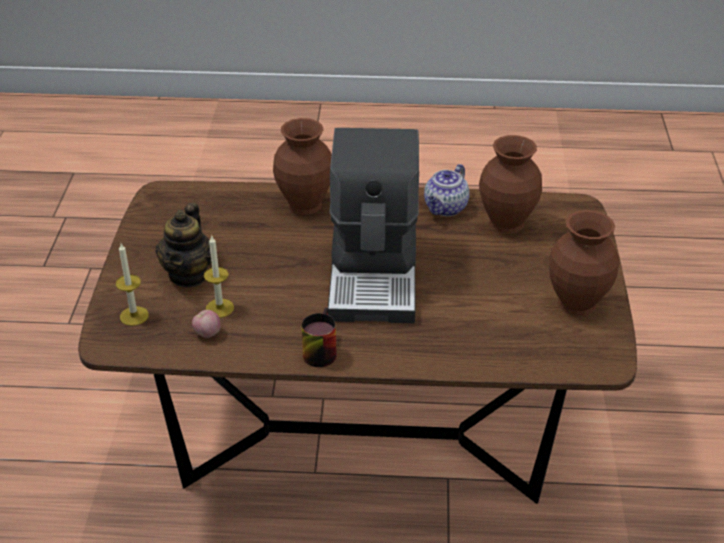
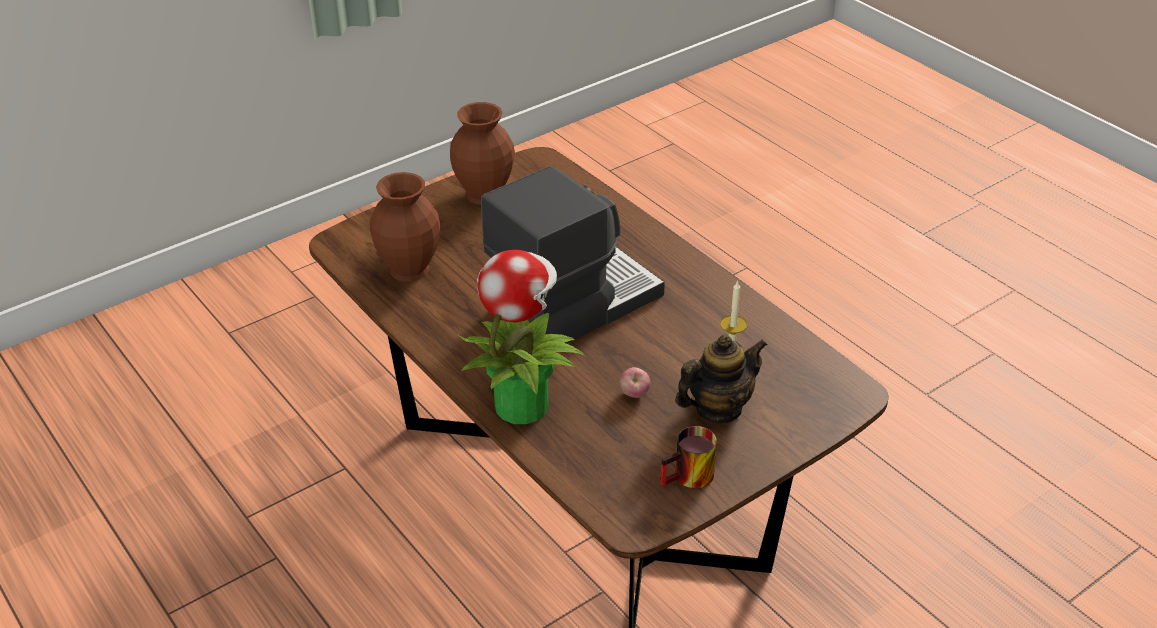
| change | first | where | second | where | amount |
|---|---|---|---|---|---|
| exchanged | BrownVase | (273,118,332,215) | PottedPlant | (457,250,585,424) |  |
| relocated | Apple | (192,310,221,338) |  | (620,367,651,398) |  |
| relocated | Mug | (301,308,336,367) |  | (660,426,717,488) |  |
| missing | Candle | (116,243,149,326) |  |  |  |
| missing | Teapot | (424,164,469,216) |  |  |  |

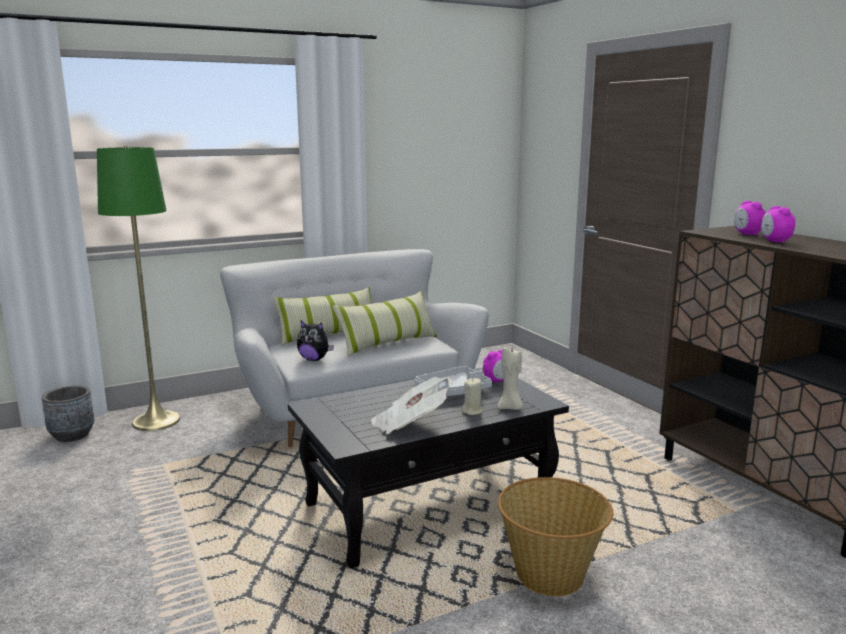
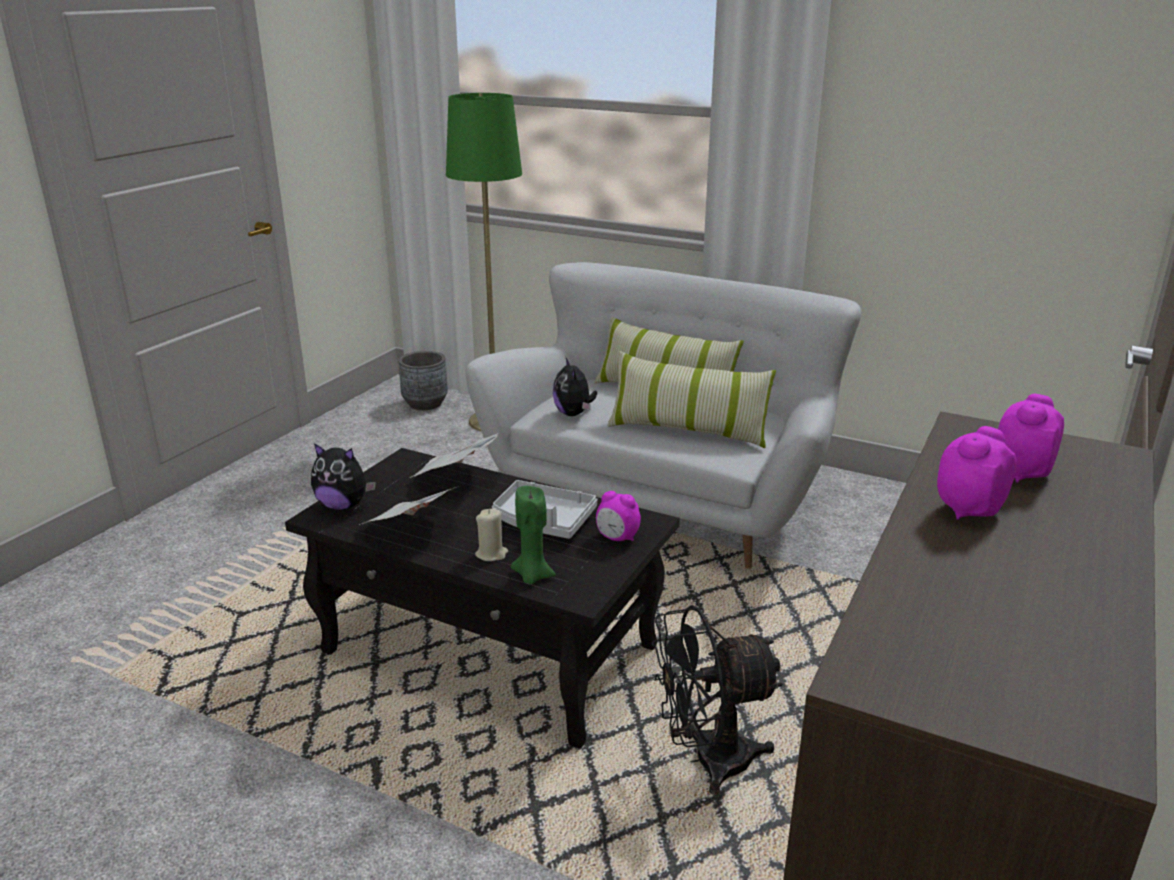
| change | first | where | second | where | amount |
|---|---|---|---|---|---|
| appeared |  |  | PlushToy | (311,443,376,510) |  |
| appeared |  |  | Newspaper | (410,433,498,478) |  |
| colour | BeigeCandle | (497,346,523,410) | GreenCandle | (511,486,556,584) |  |
| appeared |  |  | BlackFan | (652,605,783,795) |  |
| missing | Basket | (498,477,613,596) |  |  |  |

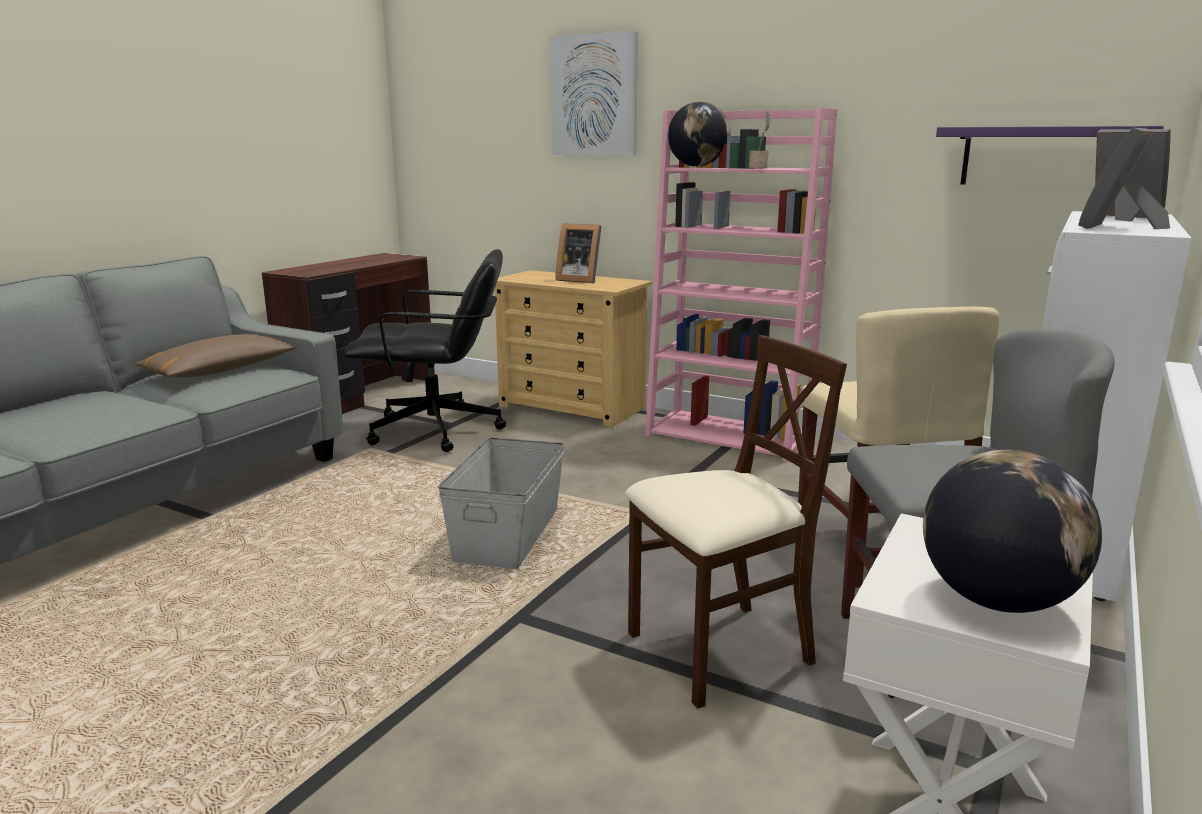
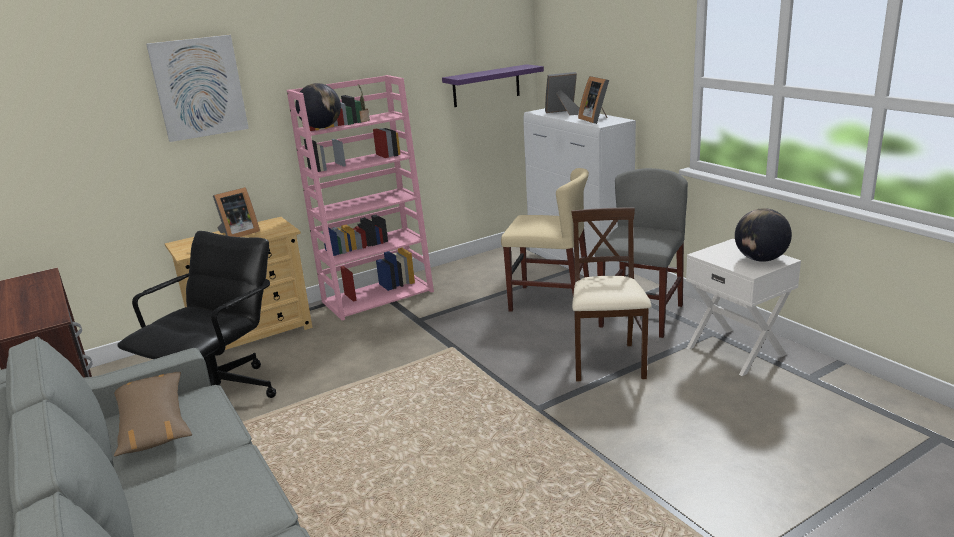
| change | first | where | second | where | amount |
|---|---|---|---|---|---|
| missing | GreyStorageBox | (438,437,565,569) |  |  |  |

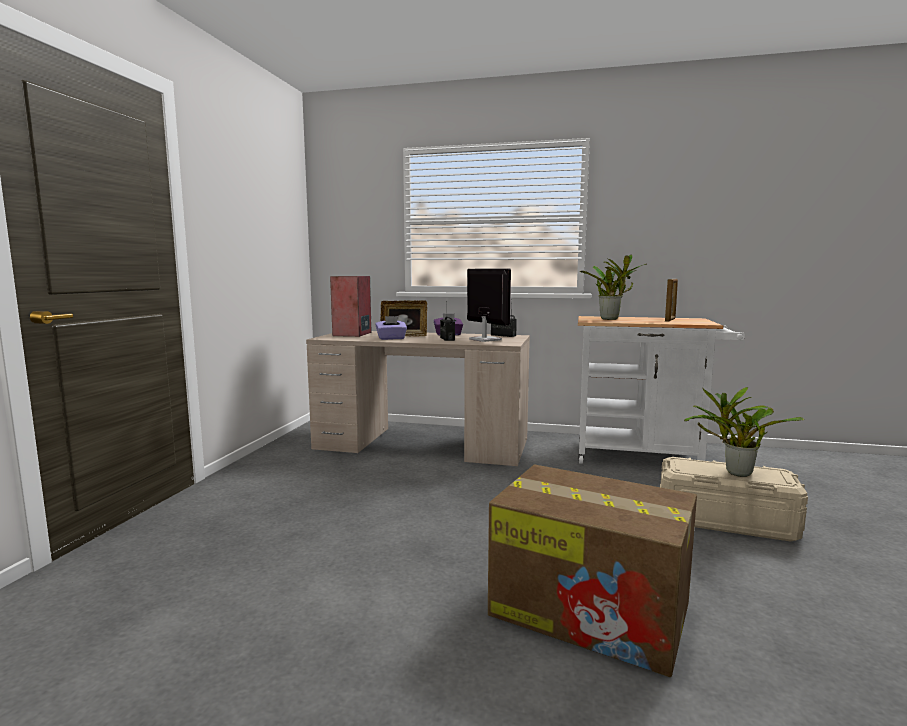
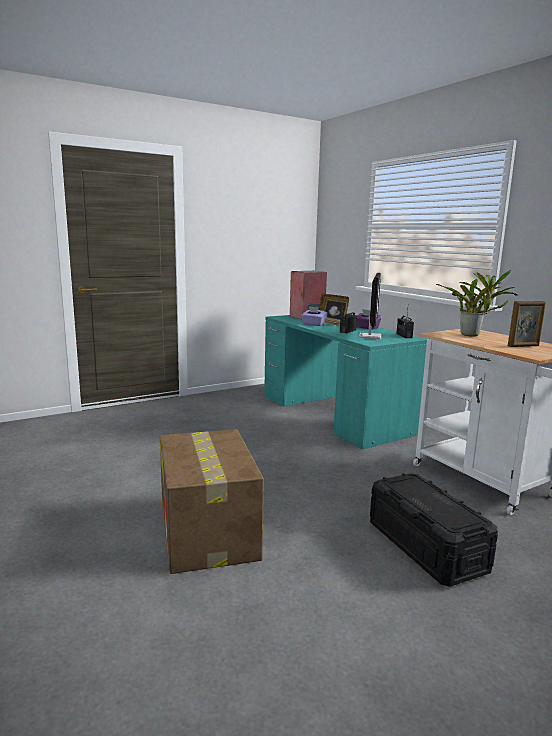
| change | first | where | second | where | amount |
|---|---|---|---|---|---|
| colour | BeigeDesk | (306,331,530,466) | TurquoiseDesk | (264,315,427,449) |  |
| colour | BeigeStorageBox | (660,457,808,542) | BlackStorageBox | (370,473,498,587) |  |
| missing | PottedPlant | (684,387,804,477) |  |  |  |

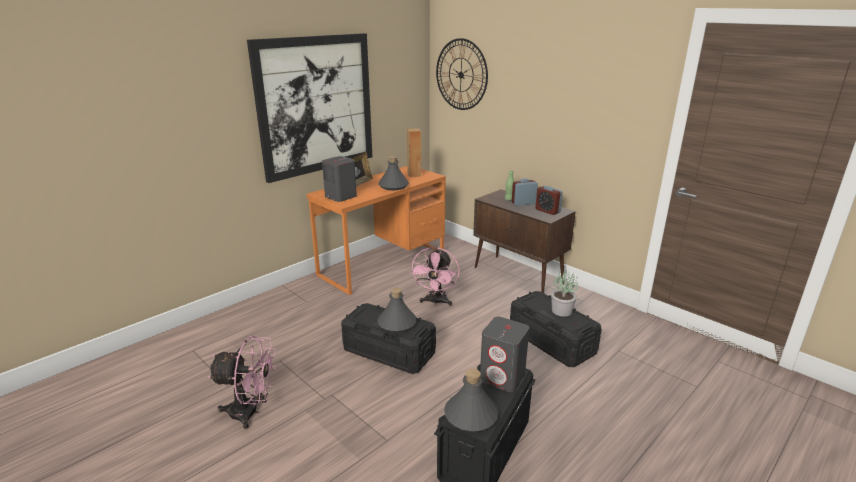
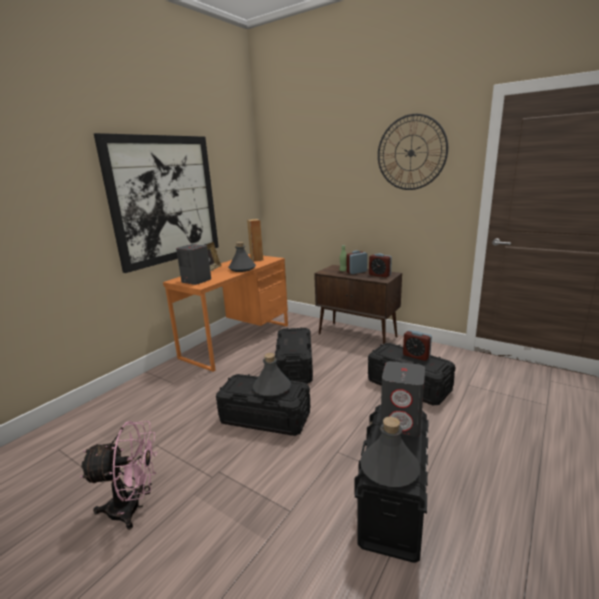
| change | first | where | second | where | amount |
|---|---|---|---|---|---|
| exchanged | PinkFan | (410,247,460,306) | BlackStorageBox | (275,327,313,384) |  |
| relocated | WallClock | (436,38,488,110) |  | (378,114,448,190) |  |
| exchanged | PottedPlant | (551,270,578,317) | AlarmClock | (403,330,432,361) |  |

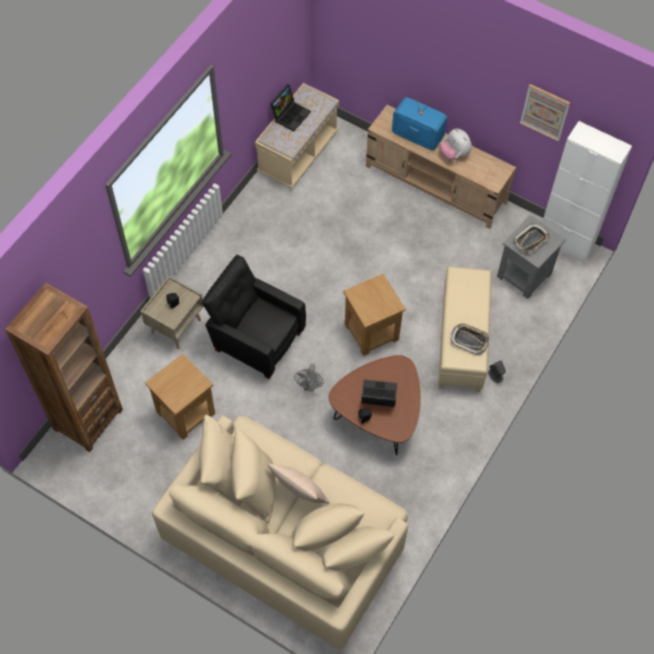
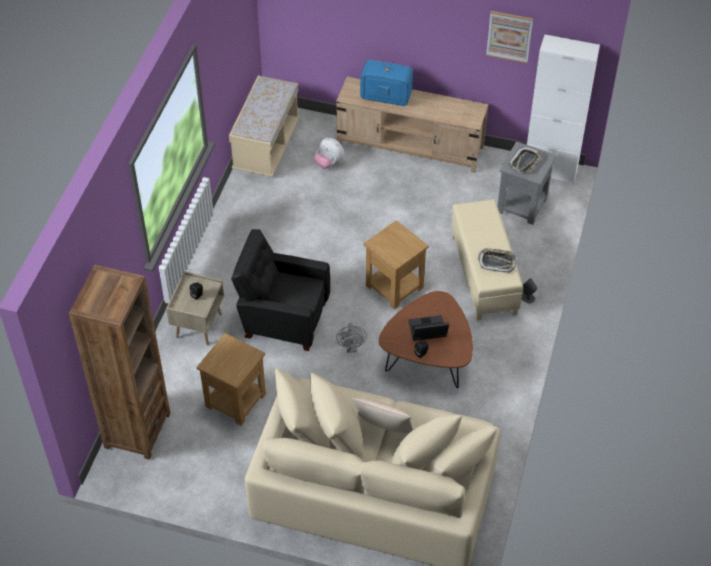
| change | first | where | second | where | amount |
|---|---|---|---|---|---|
| relocated | PlushToy | (439,129,472,160) |  | (314,138,345,169) |  |
| missing | Laptop | (270,84,311,132) |  |  |  |

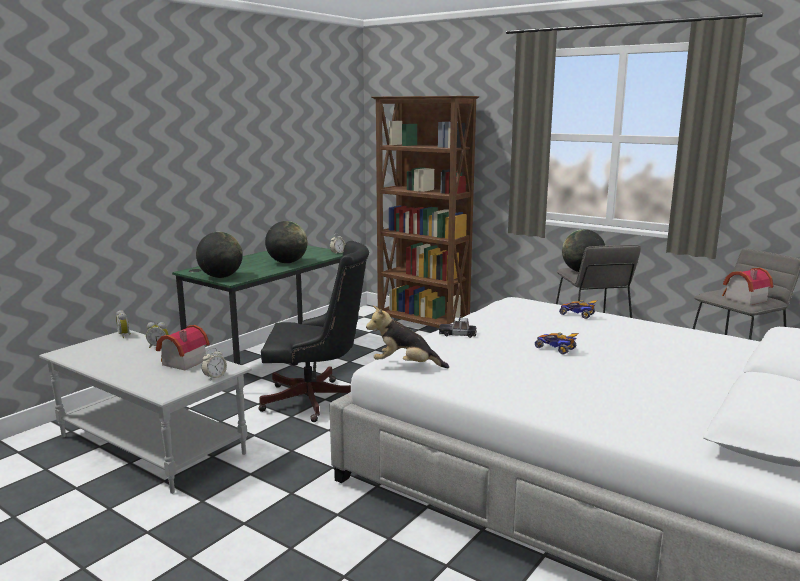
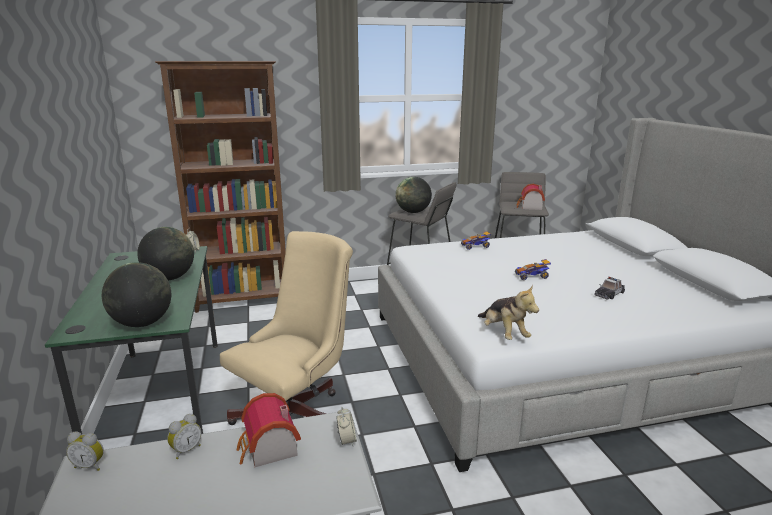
| change | first | where | second | where | amount |
|---|---|---|---|---|---|
| colour | BlackOfficeChair | (258,241,369,422) | BeigeOfficeChair | (220,231,353,425) |  |
| spun | PlushToy | (366,306,449,368) |  | (478,285,539,340) | 75 degrees counterclockwise |
| relocated | ToyCar | (439,316,477,338) |  | (594,277,625,300) |  |

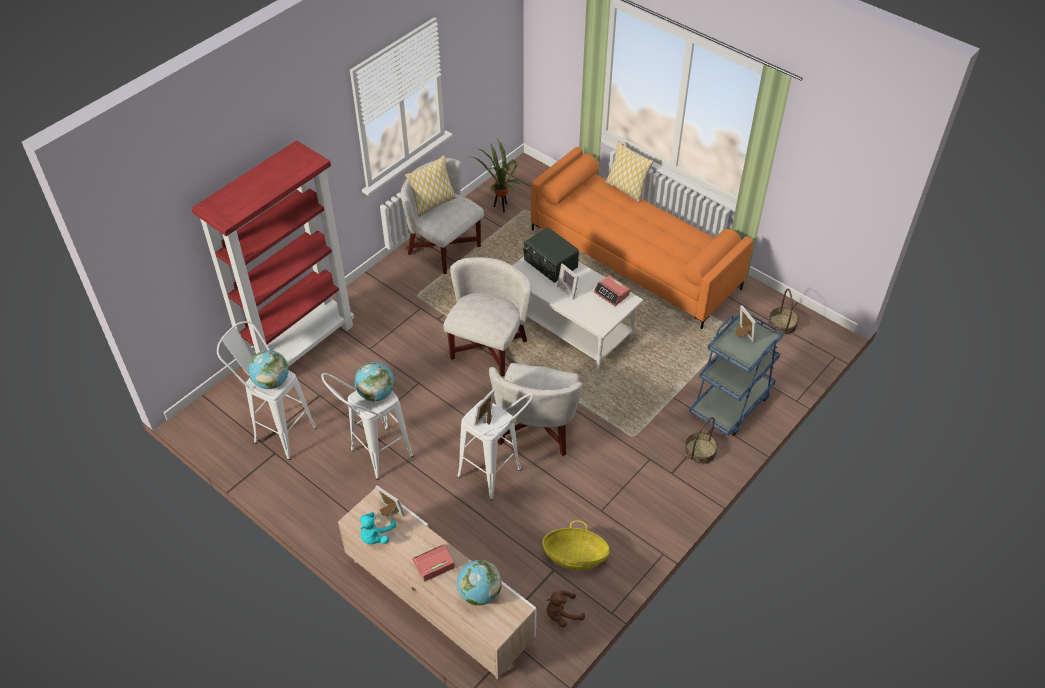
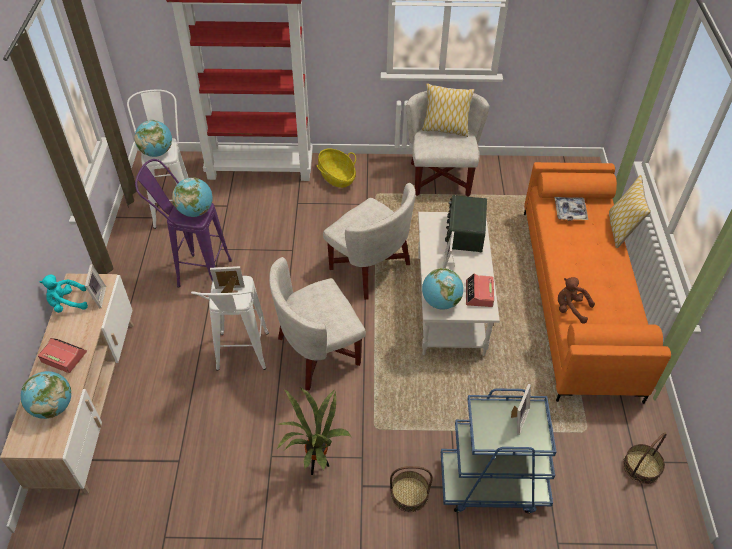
| change | first | where | second | where | amount |
|---|---|---|---|---|---|
| colour | WhiteStool | (321,373,413,480) | PurpleStool | (135,159,232,288) |  |
| relocated | PottedPlant | (472,138,523,213) |  | (277,388,351,475) |  |
| relocated | Basket | (542,520,610,570) |  | (317,149,356,188) |  |
| spun | WhiteArmchair | (443,257,532,377) |  | (323,183,416,300) | 60 degrees clockwise |
| appeared |  |  | Globe | (422,268,463,310) |  |
| appeared |  |  | Tray | (554,197,588,221) |  |
| relocated | BrownPlushToy | (546,590,585,627) |  | (558,277,595,324) |  |

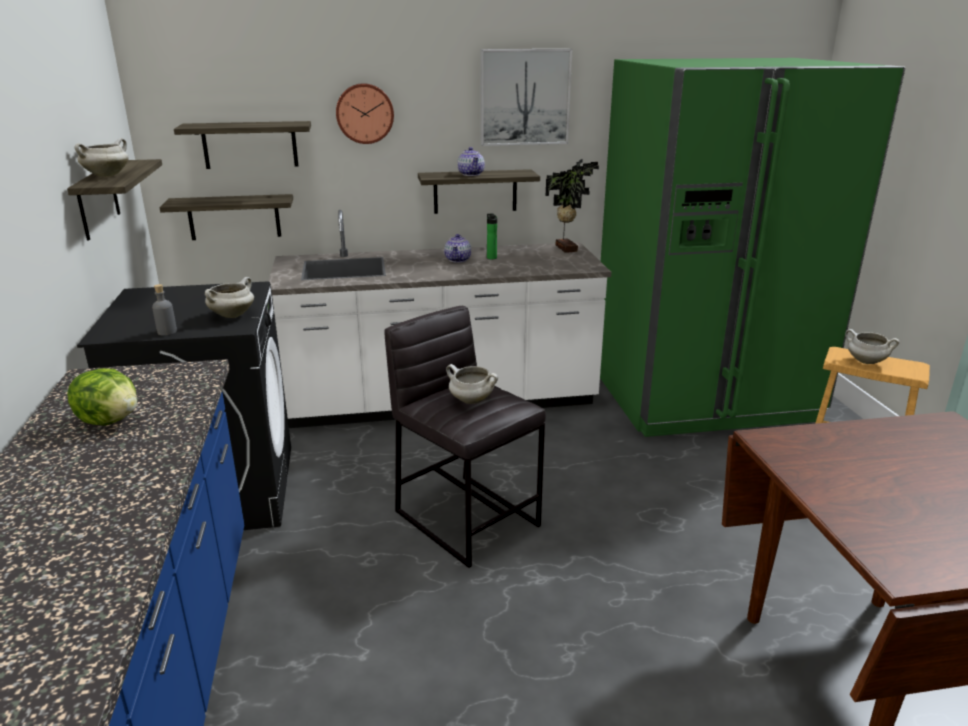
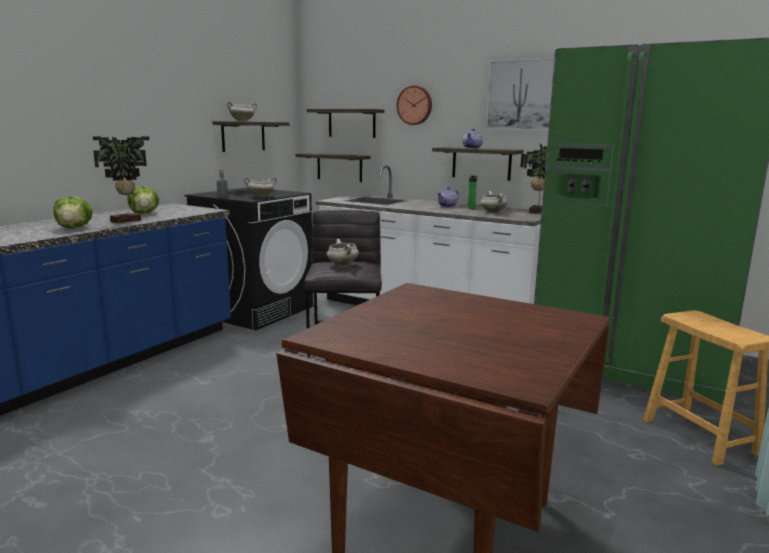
| change | first | where | second | where | amount |
|---|---|---|---|---|---|
| appeared |  |  | Lettuce | (53,196,93,228) |  |
| appeared |  |  | PottedPlant | (93,136,149,223) |  |
| relocated | WhiteCookingPot | (845,329,900,364) |  | (480,191,508,213) |  |

